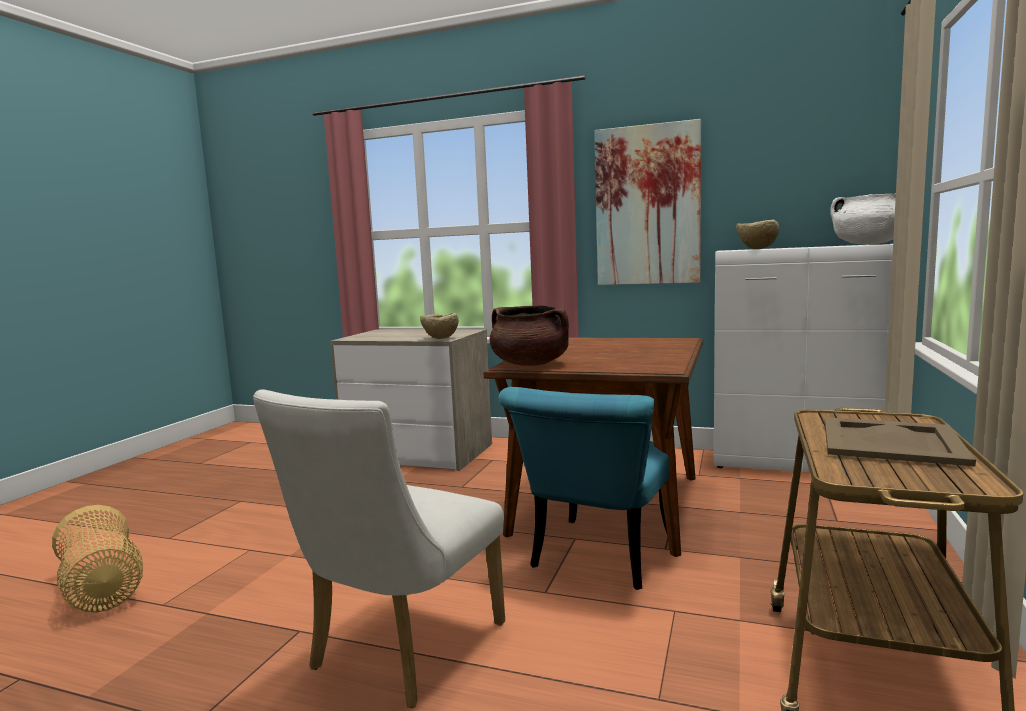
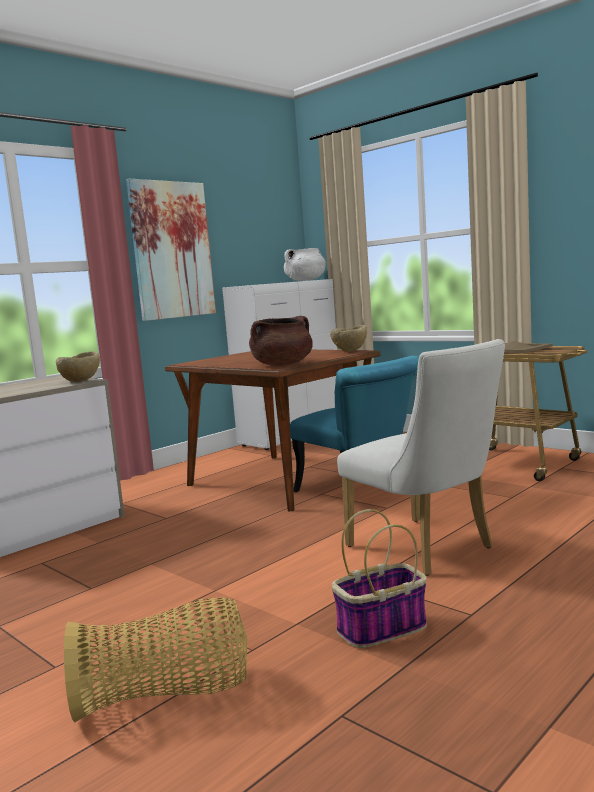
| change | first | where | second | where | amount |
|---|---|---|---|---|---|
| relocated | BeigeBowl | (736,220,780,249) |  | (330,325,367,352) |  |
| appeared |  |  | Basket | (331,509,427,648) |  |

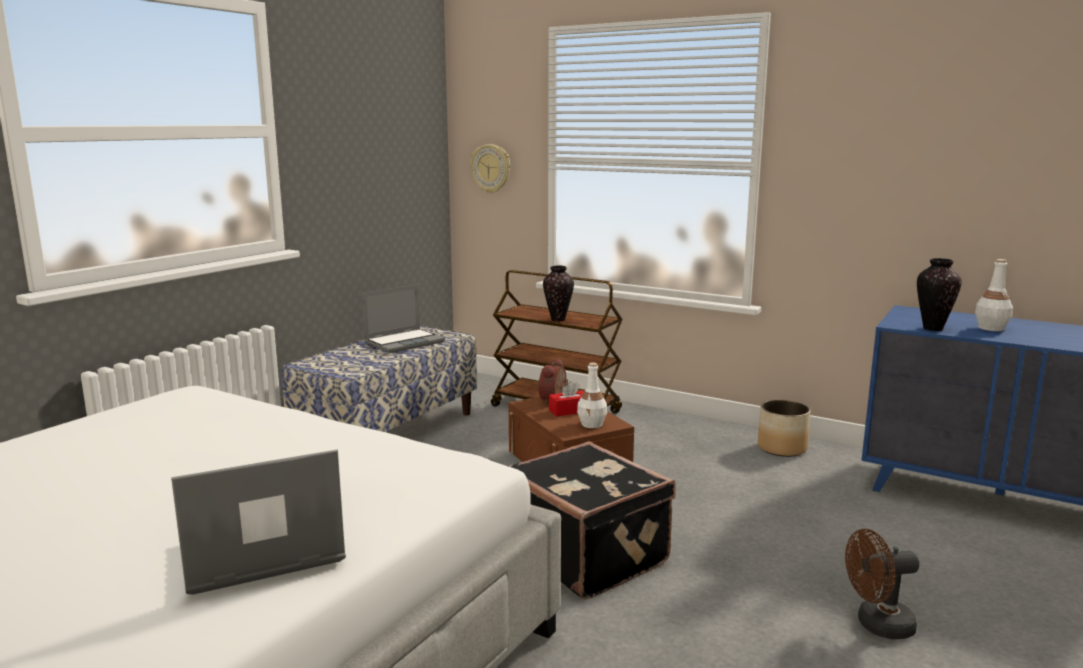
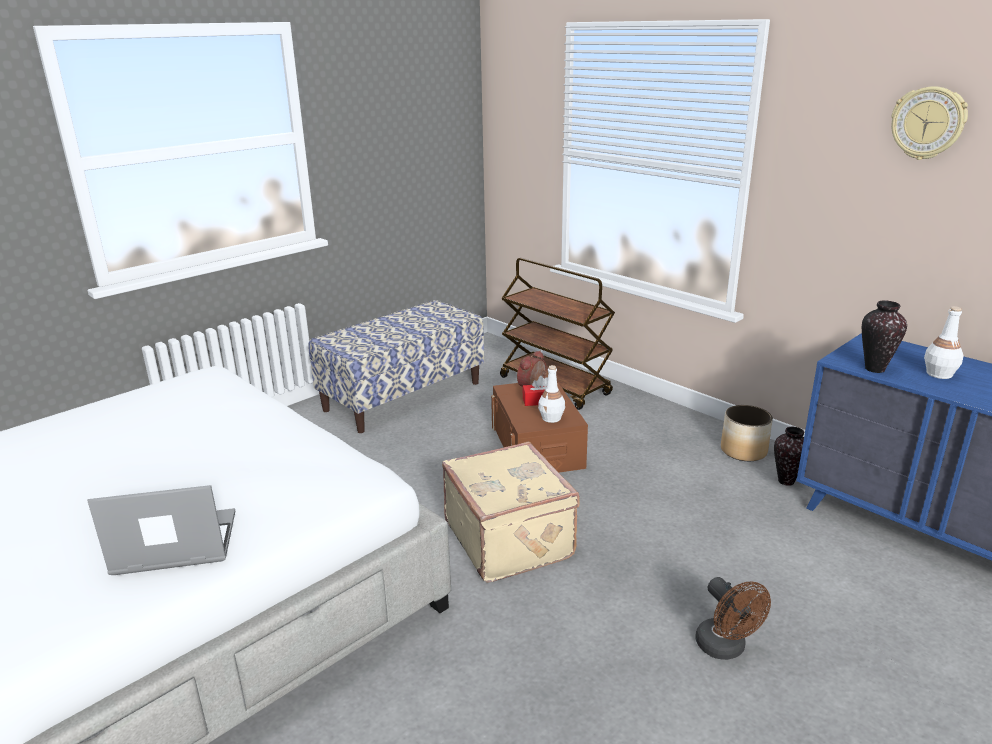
| change | first | where | second | where | amount |
|---|---|---|---|---|---|
| colour | BlackSuitcase | (508,441,676,599) | BeigeSuitcase | (442,442,580,583) |  |
| spun | BrownFan | (845,529,920,639) |  | (695,577,771,660) | 120 degrees counterclockwise |
| relocated | Vase | (543,266,574,321) |  | (774,427,804,486) |  |
| relocated | WallClock | (470,144,510,193) |  | (891,86,968,160) |  |
| missing | Laptop | (362,284,445,353) |  |  |  |

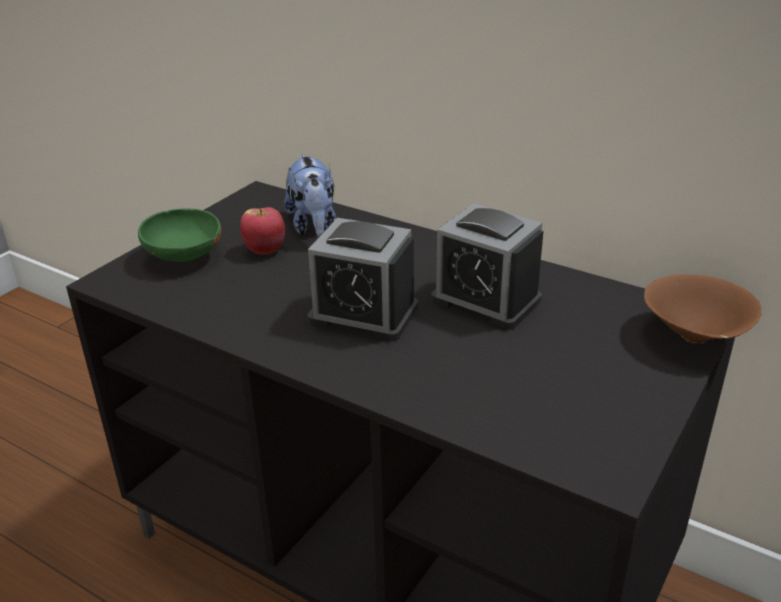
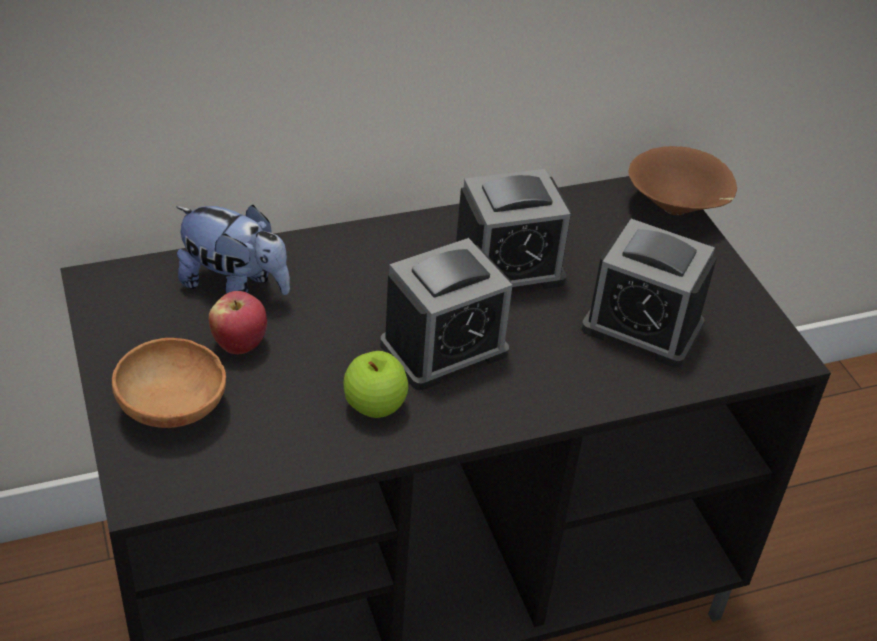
| change | first | where | second | where | amount |
|---|---|---|---|---|---|
| colour | GreenBowl | (138,209,221,262) | BrownBowl | (112,338,226,428) |  |
| appeared |  |  | Apple | (343,351,408,418) |  |
| appeared |  |  | AlarmClock | (581,219,717,368) |  |

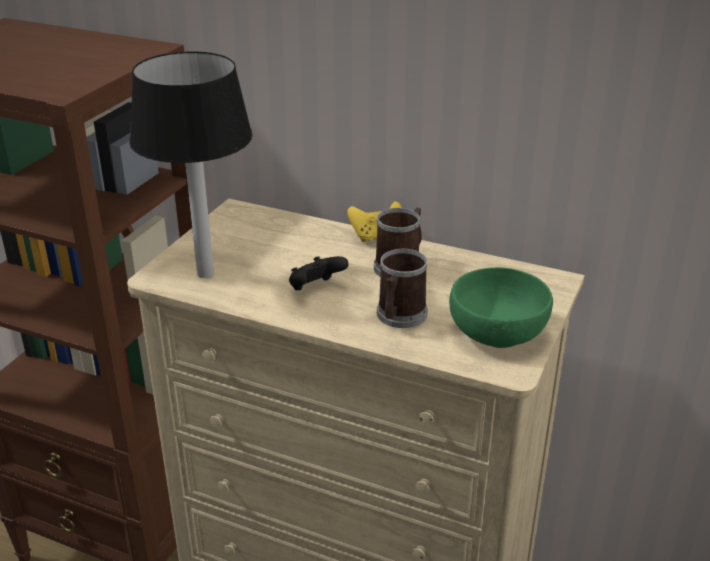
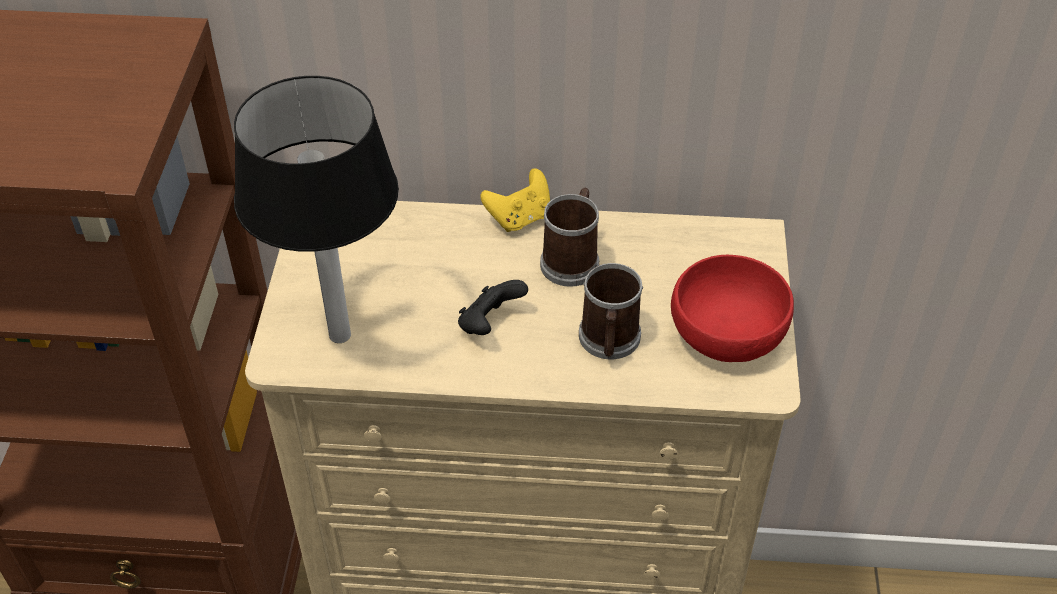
| change | first | where | second | where | amount |
|---|---|---|---|---|---|
| colour | GreenBowl | (449,267,553,348) | RedBowl | (671,255,794,362) |  |

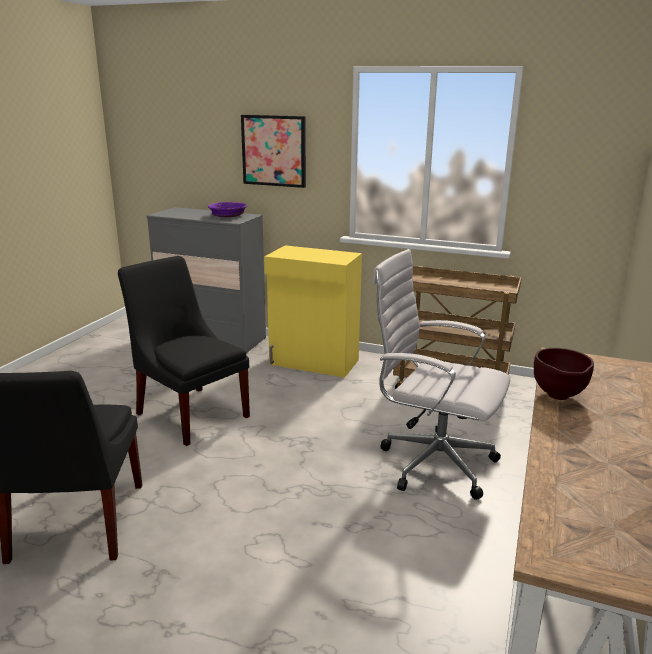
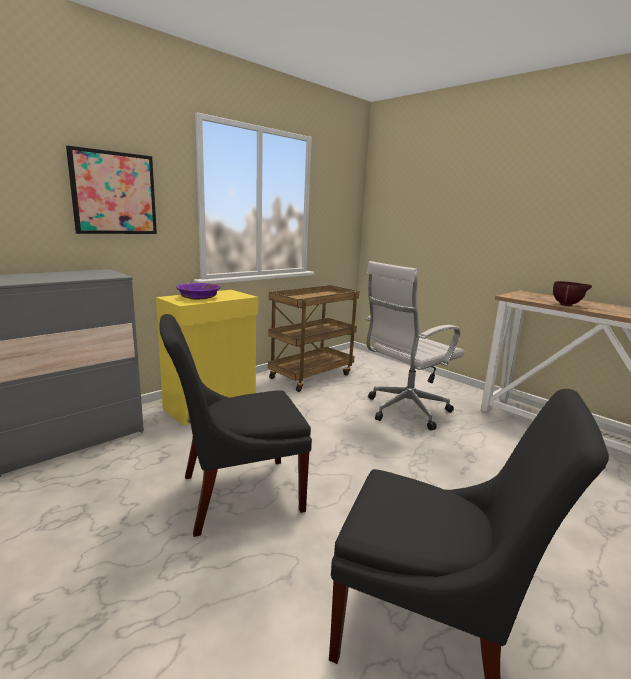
| change | first | where | second | where | amount |
|---|---|---|---|---|---|
| relocated | PurpleBowl | (208,202,247,217) |  | (176,283,220,299) |  |

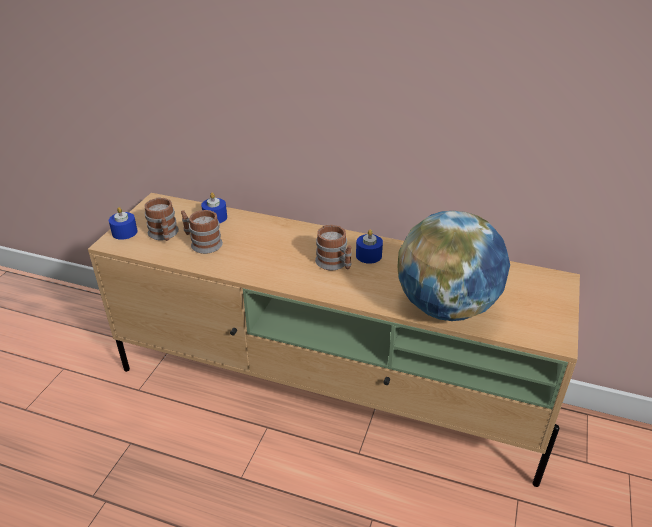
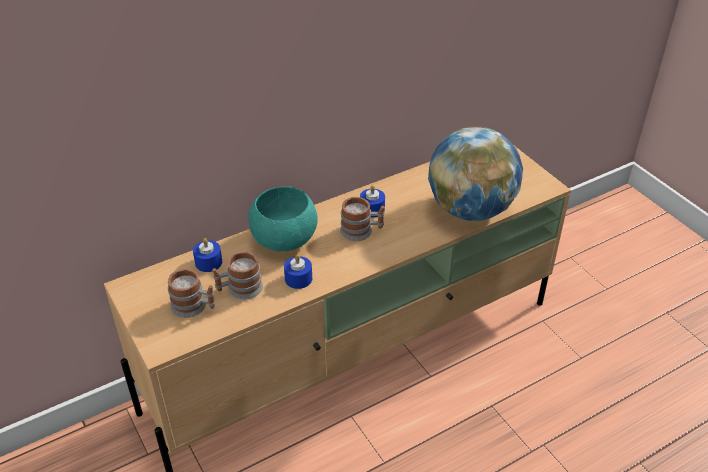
| change | first | where | second | where | amount |
|---|---|---|---|---|---|
| appeared |  |  | TurquoiseBowl | (249,186,318,251) |  |
| relocated | BlueCandle | (109,207,138,240) |  | (284,254,312,289) |  |

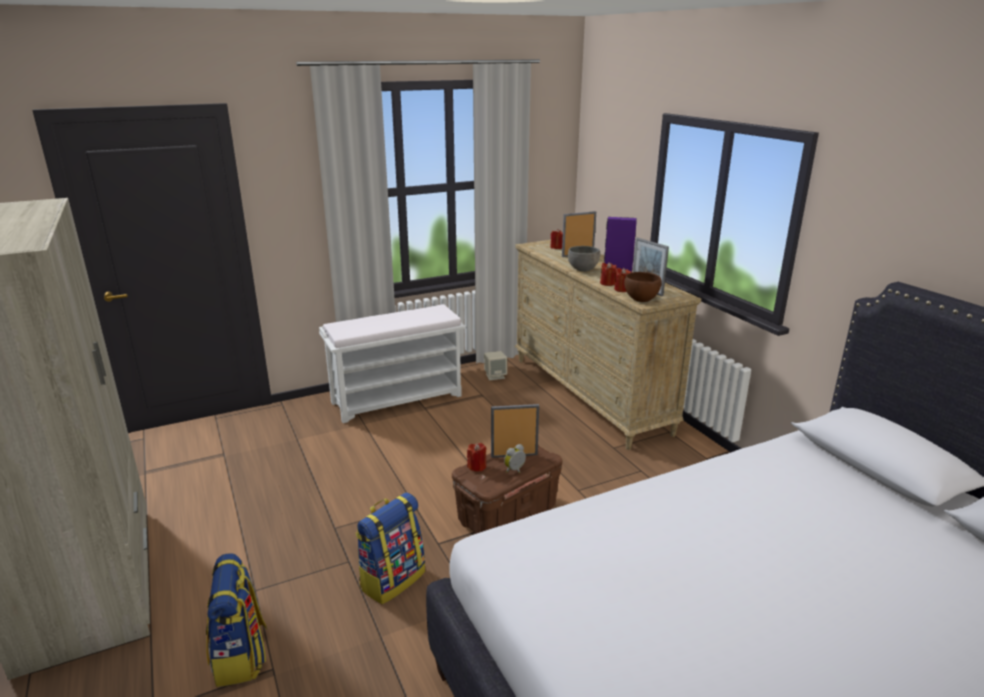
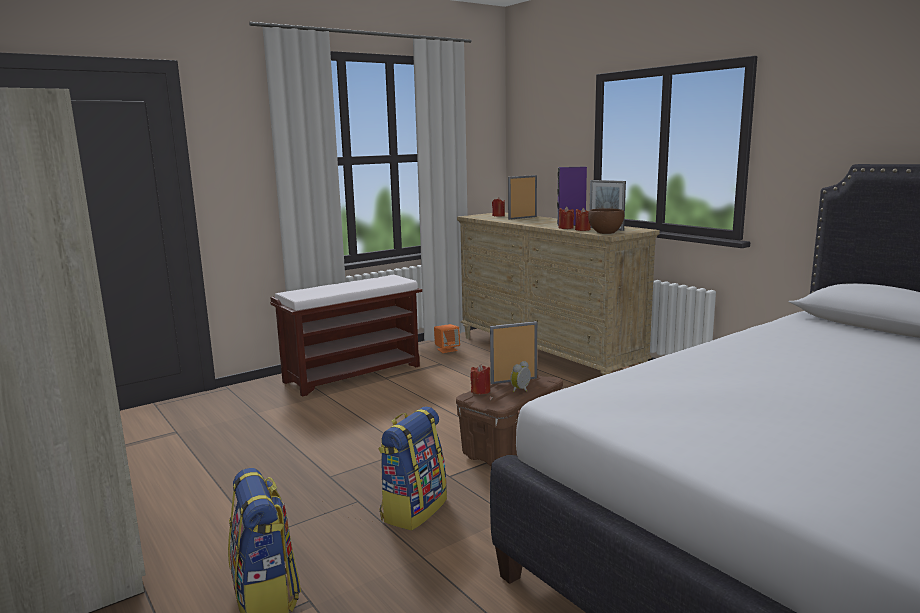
| change | first | where | second | where | amount |
|---|---|---|---|---|---|
| colour | WhiteBench | (319,304,466,423) | BrownBench | (270,275,422,397) |  |
| colour | BeigeSpeaker | (484,351,507,380) | OrangeSpeaker | (434,324,460,353) |  |
| missing | GreyBowl | (568,246,600,272) |  |  |  |

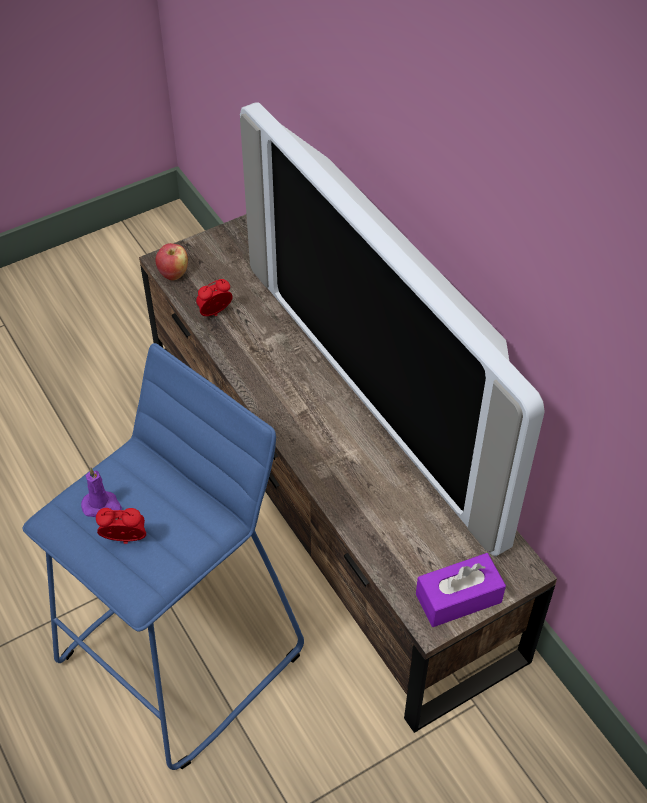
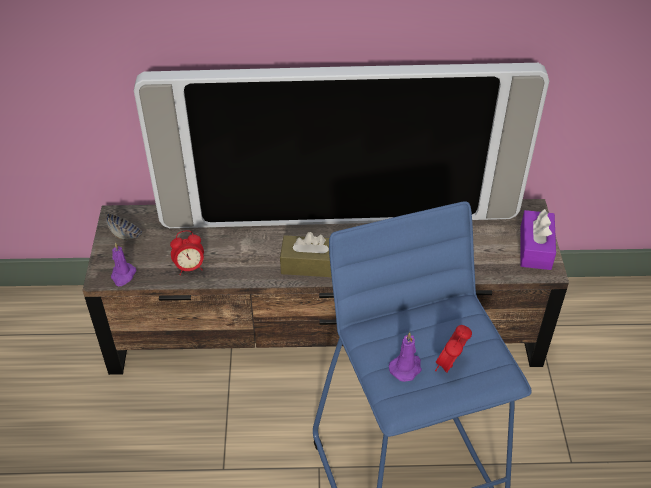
| change | first | where | second | where | amount |
|---|---|---|---|---|---|
| appeared |  |  | Bowl | (106,214,143,242) |  |
| exchanged | Apple | (155,243,188,280) | PurpleCandle | (111,242,136,286) |  |
| spun | AlarmClock | (196,279,233,316) |  | (170,230,204,275) | 105 degrees counterclockwise |
| appeared |  |  | BrownTissueBox | (280,232,332,277) |  |

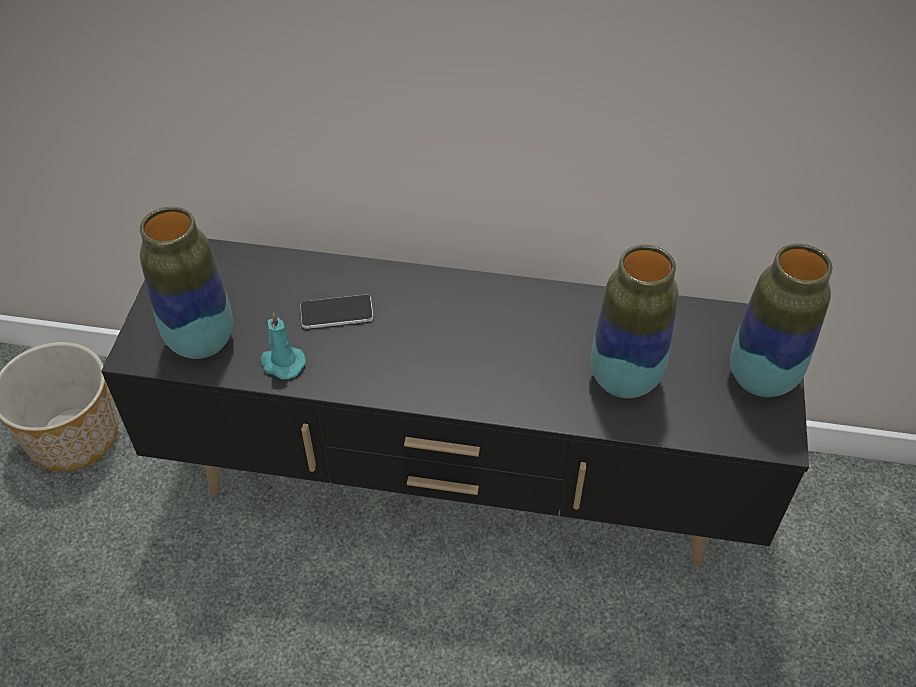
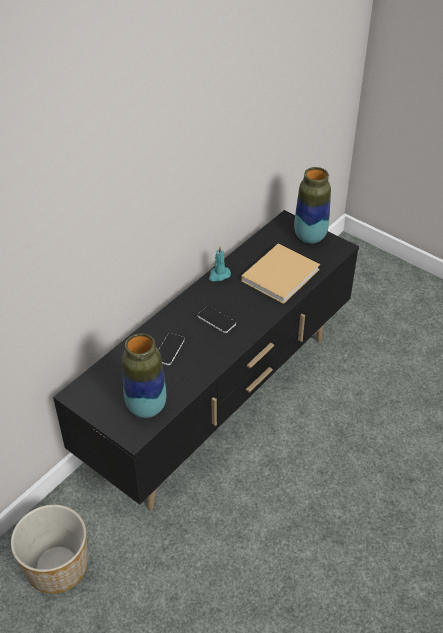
| change | first | where | second | where | amount |
|---|---|---|---|---|---|
| appeared |  |  | Phone | (197,306,236,333) |  |
| relocated | TurquoiseCandle | (260,312,306,379) |  | (209,246,231,281) |  |
| exchanged | Vase | (591,245,678,398) | BeigeBook | (241,243,320,304) |  |

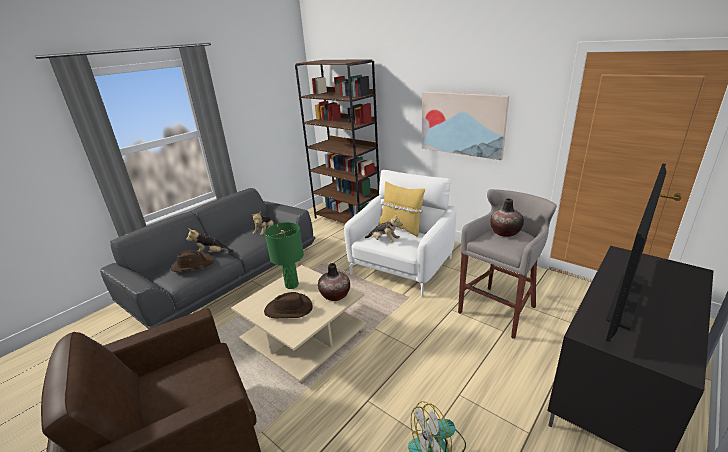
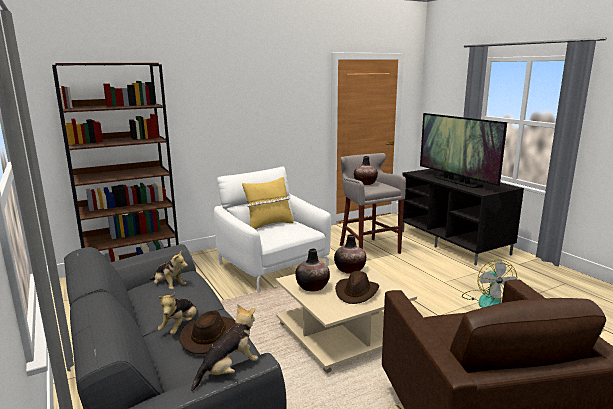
| change | first | where | second | where | amount |
|---|---|---|---|---|---|
| relocated | PlushToy | (365,214,403,243) |  | (191,304,258,391) |  |
| exchanged | GreenTableLamp | (265,222,304,289) | Vase | (295,249,330,291) |  |
| missing | Picture | (422,92,509,160) |  |  |  |

